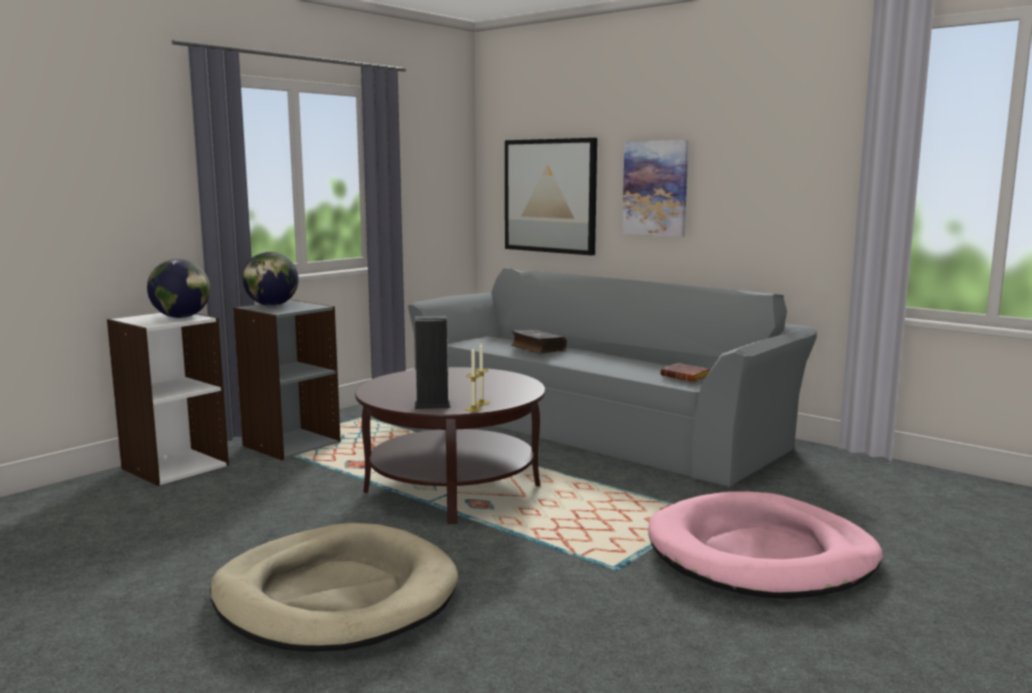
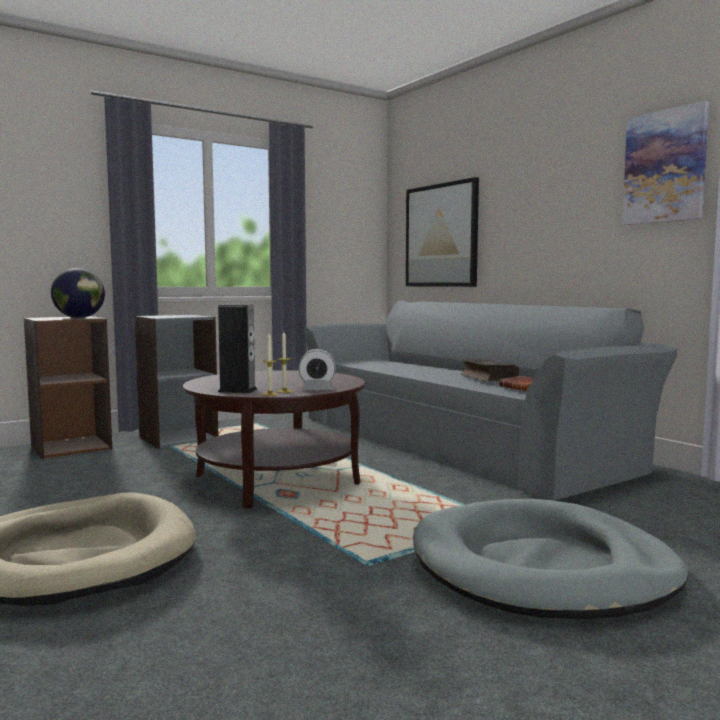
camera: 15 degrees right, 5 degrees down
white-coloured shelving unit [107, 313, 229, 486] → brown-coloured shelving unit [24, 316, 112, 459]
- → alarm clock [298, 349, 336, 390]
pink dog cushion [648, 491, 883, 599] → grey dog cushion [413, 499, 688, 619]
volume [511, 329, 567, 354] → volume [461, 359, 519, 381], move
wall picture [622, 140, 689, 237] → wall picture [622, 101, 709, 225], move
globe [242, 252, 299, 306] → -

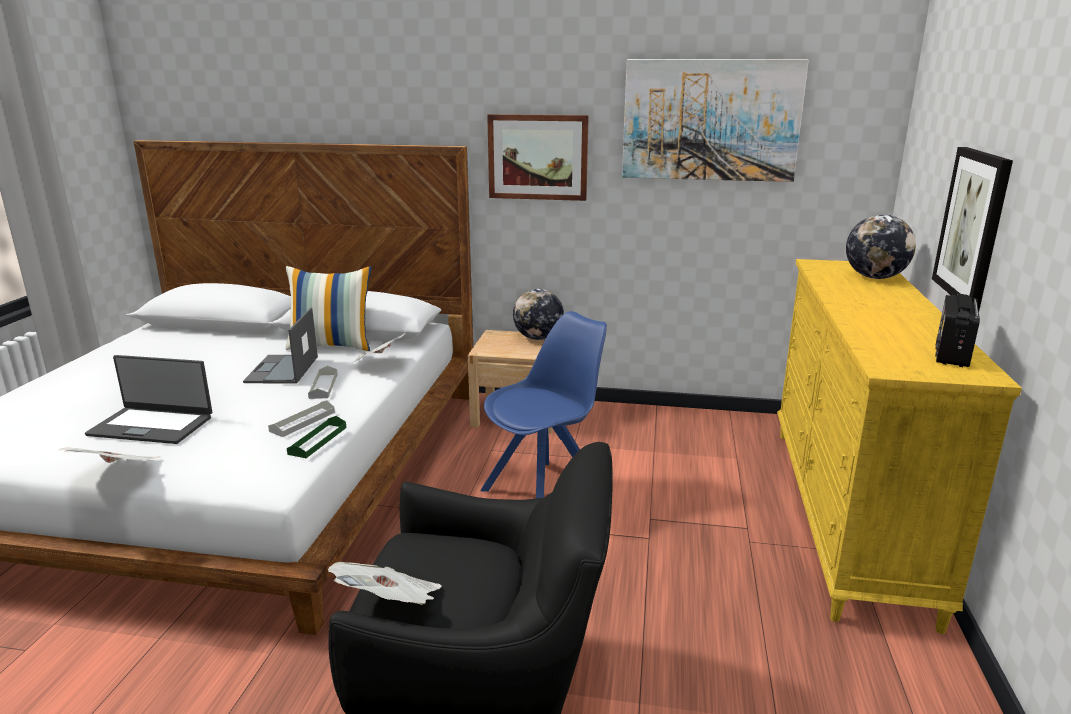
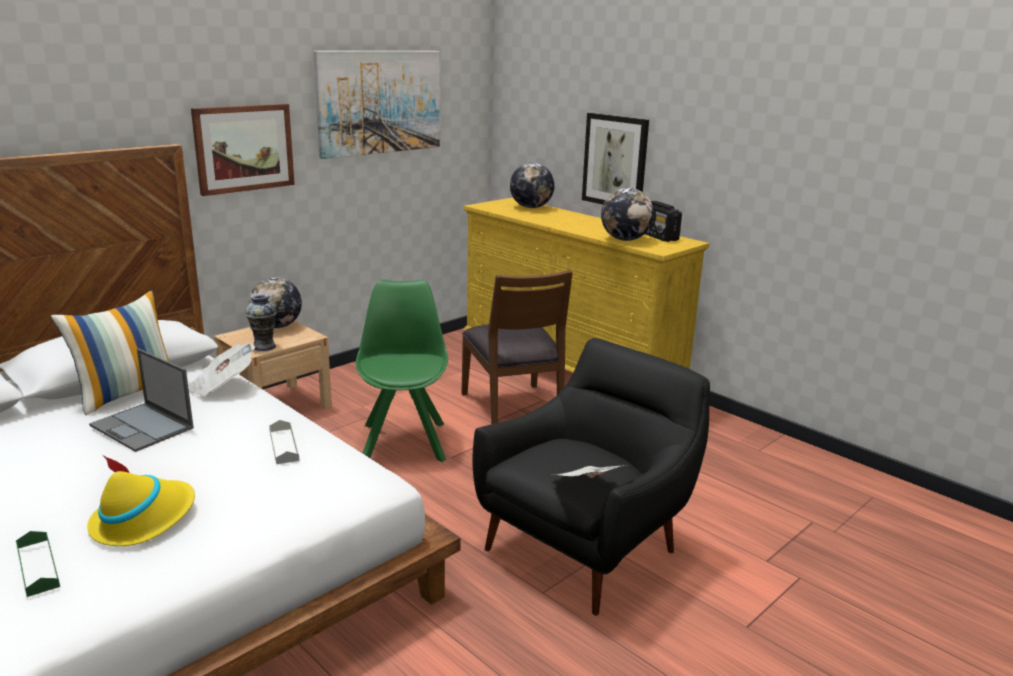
camera: 55 degrees left, 0 degrees up
green tray [287, 416, 346, 458] → green tray [16, 531, 60, 597], move
portable computer [85, 355, 212, 444] → yellow-coloured clothing hat [87, 456, 195, 546]
- → decorative vase [245, 293, 277, 351]
blue-coloured upright chair [480, 311, 607, 498] → green upright chair [355, 280, 448, 462]
- → brown-coloured upright chair [462, 270, 573, 424]
- → globe [601, 188, 654, 241]
daily paper [58, 448, 160, 463] → -
grey tray [308, 366, 338, 399] → -

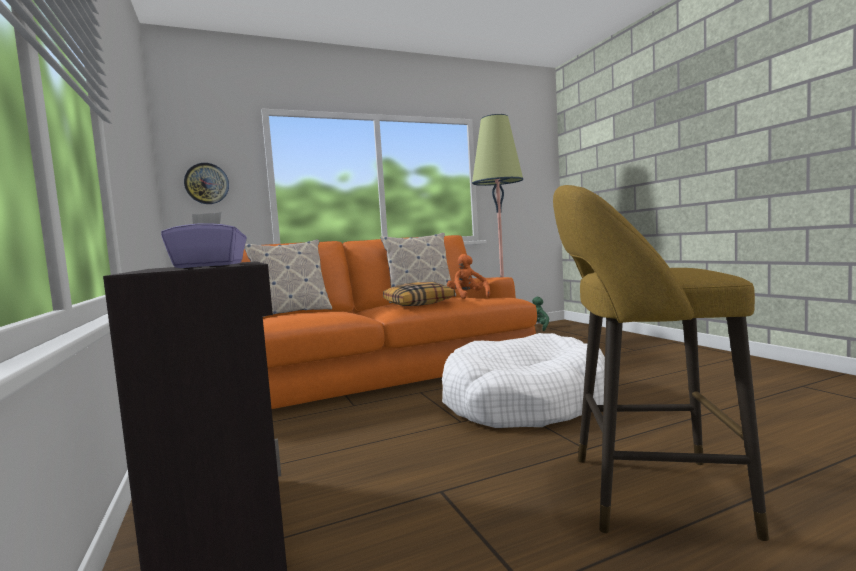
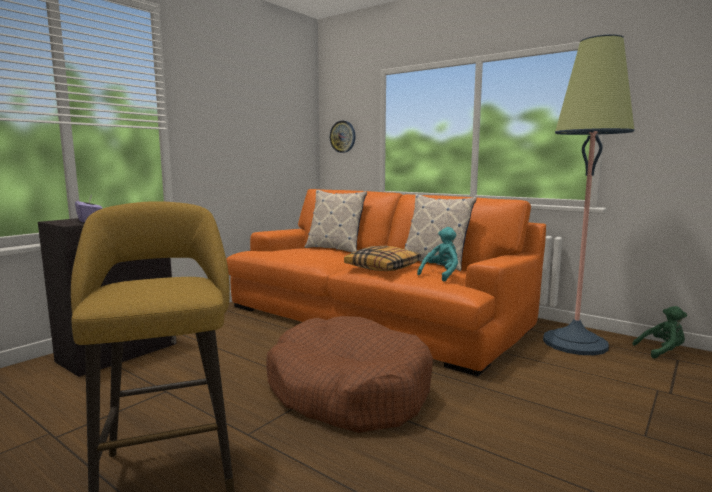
camera: 60 degrees right, 5 degrees up
white-coloured dog cushion [442, 333, 605, 428] → brown-coloured dog cushion [266, 316, 433, 433]
orange-coloured cuddly toy [447, 254, 490, 299] → turquoise-coloured cuddly toy [417, 227, 458, 281]

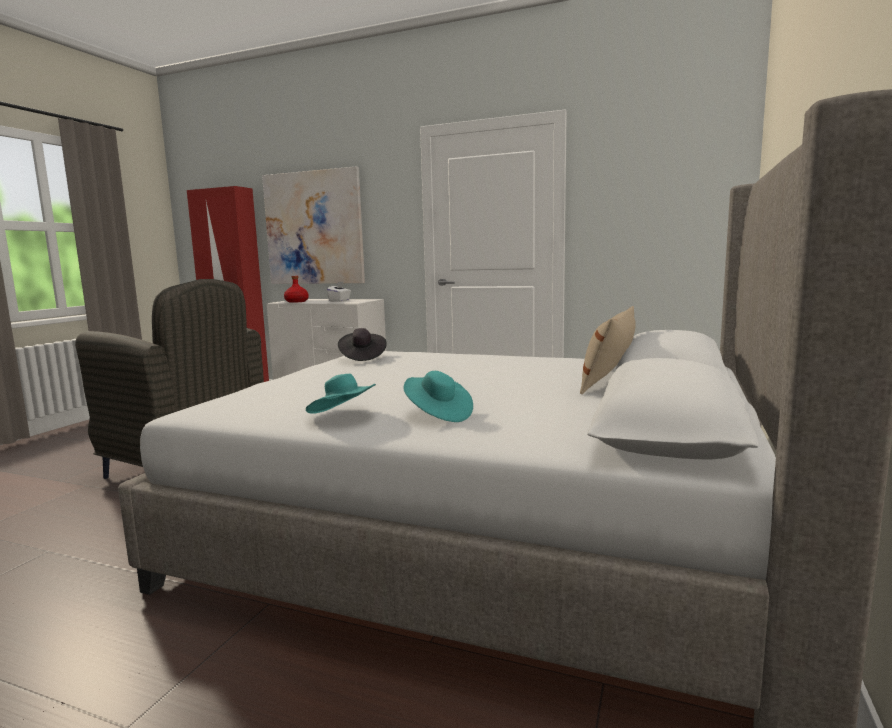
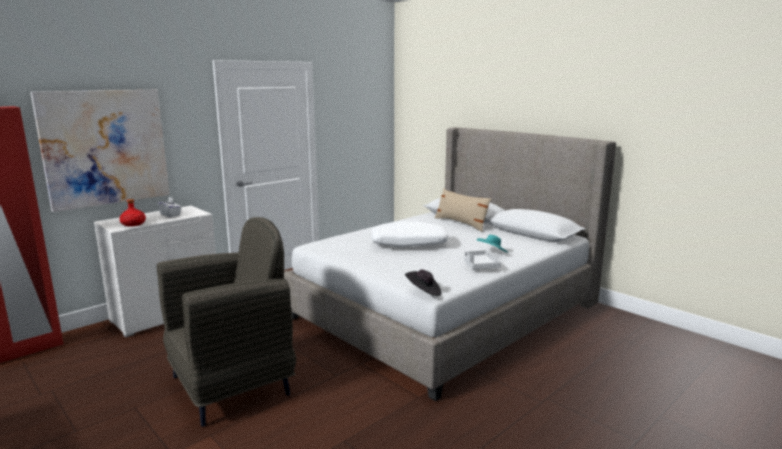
camera: 65 degrees left, 5 degrees up
- → white-coloured pillow [371, 221, 448, 247]
blackish clothing hat [338, 328, 387, 361] → blackish clothing hat [405, 270, 441, 296], move
turquoise-coloured clothing hat [306, 374, 376, 414] → grey tray [464, 250, 501, 269]

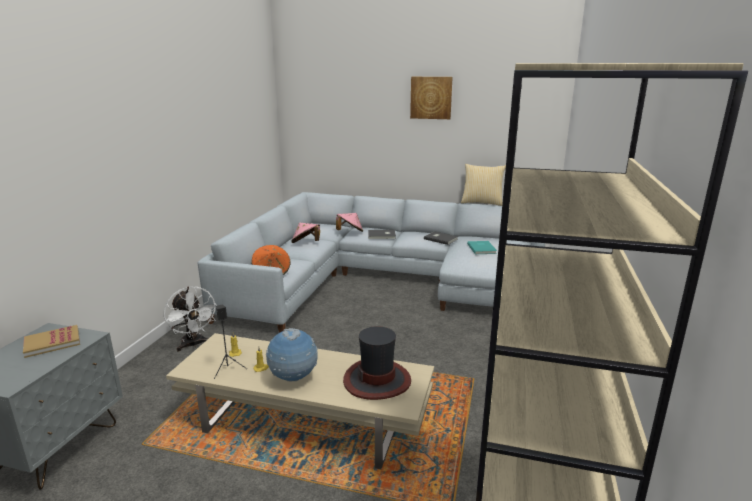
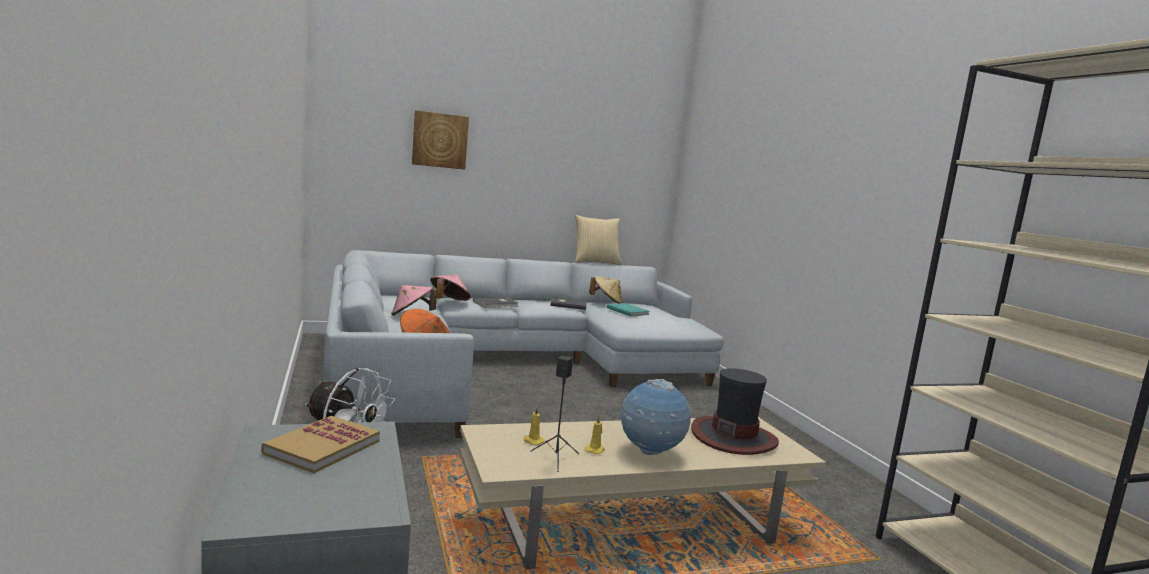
camera: 35 degrees left, 10 degrees down
wall picture [410, 77, 453, 119] → wall picture [412, 110, 469, 170], move
- → beige-coloured clothing hat [589, 276, 623, 304]

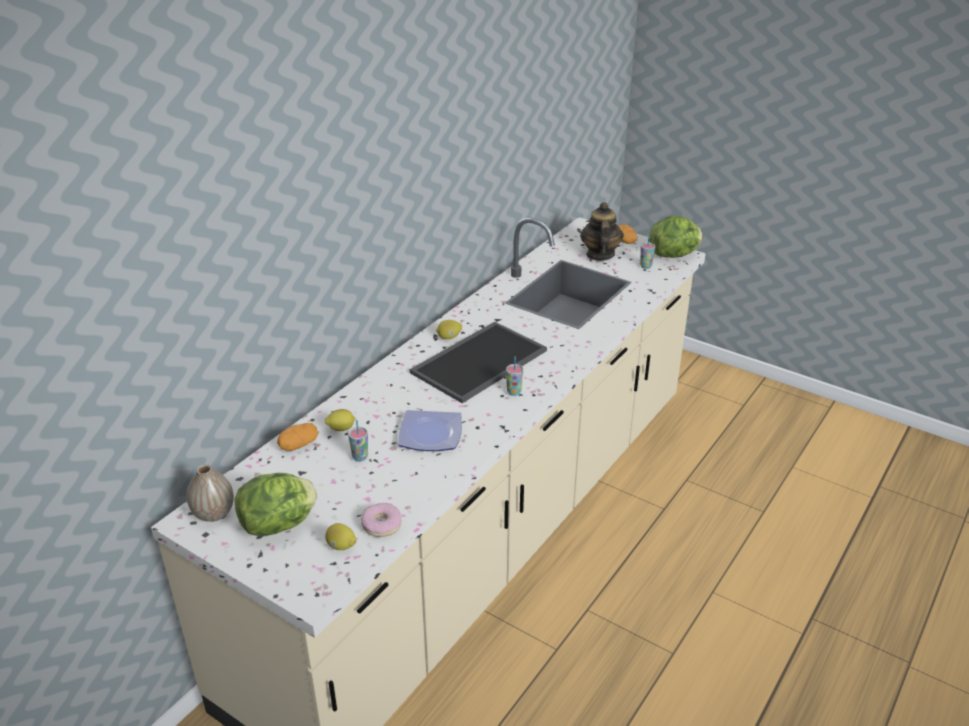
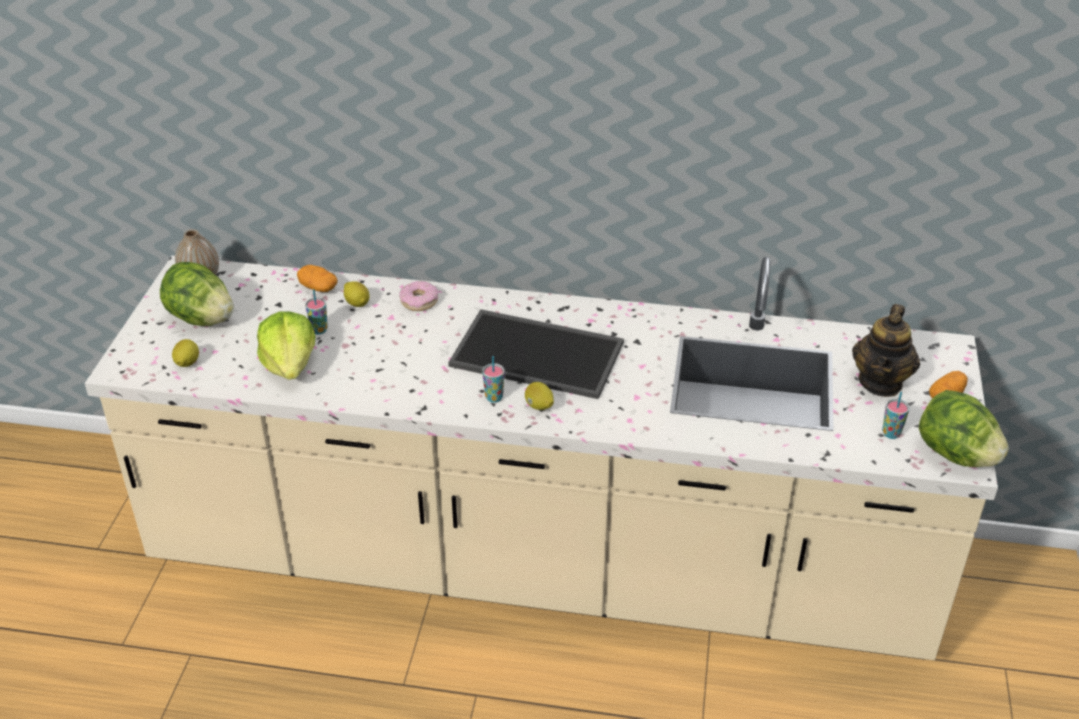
camera: 65 degrees right, 5 degrees up
- → lettuce head [257, 311, 315, 380]
doughnut [361, 503, 401, 537] → doughnut [399, 281, 438, 311], move
whole lemon [436, 320, 462, 340] → whole lemon [525, 382, 554, 410], move
tea pot [580, 202, 624, 261] → tea pot [852, 304, 920, 397], 135 degrees clockwise
plate [398, 410, 462, 451] → -

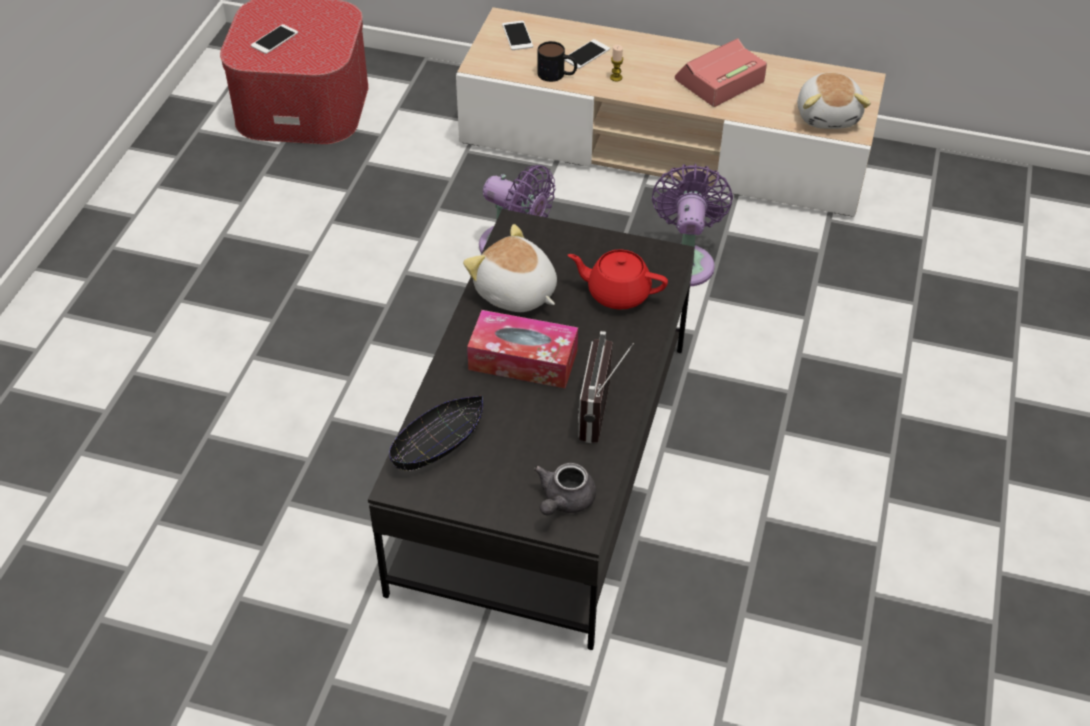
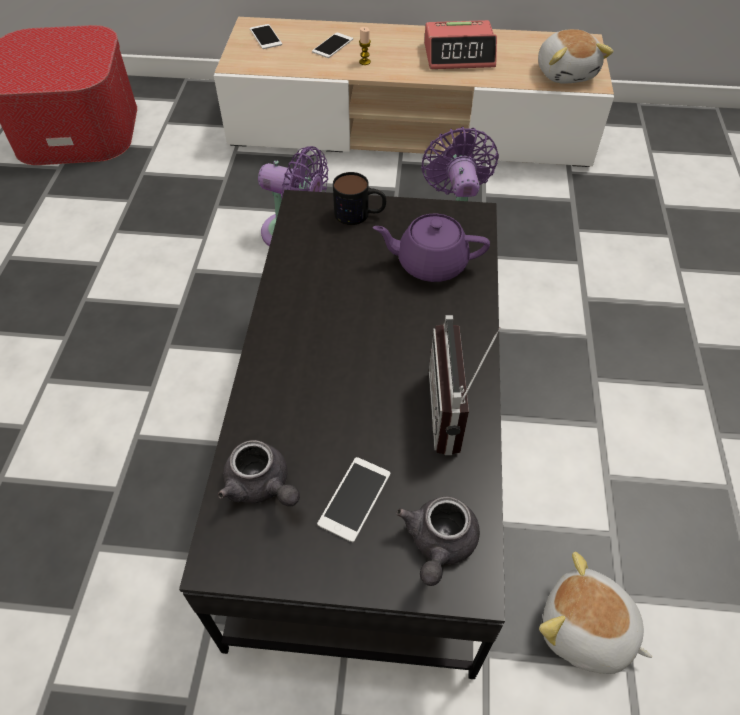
camera: 10 degrees left, 5 degrees up
blackish bowl [389, 396, 483, 471] → grey tea pot [218, 440, 300, 506]
phone [251, 24, 298, 54] → phone [317, 457, 390, 542], move
coffee mug [538, 41, 577, 82] → coffee mug [333, 172, 386, 225], move
red tea pot [568, 249, 668, 310] → purple-coloured tea pot [373, 214, 490, 282]
alarm clock [675, 38, 767, 107] → alarm clock [424, 20, 497, 69], 135 degrees counterclockwise
cuddly toy [463, 224, 557, 312] → cuddly toy [539, 552, 652, 674], move
tissue box [467, 310, 578, 388] → -

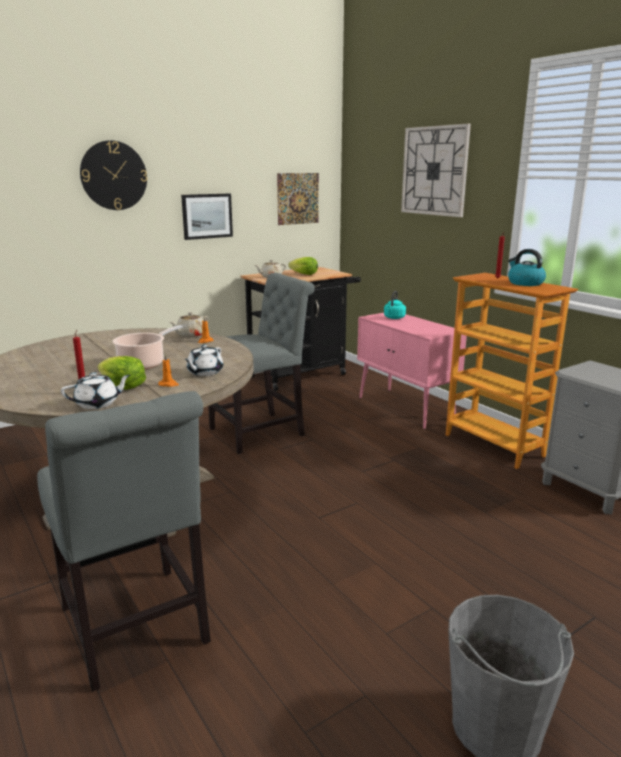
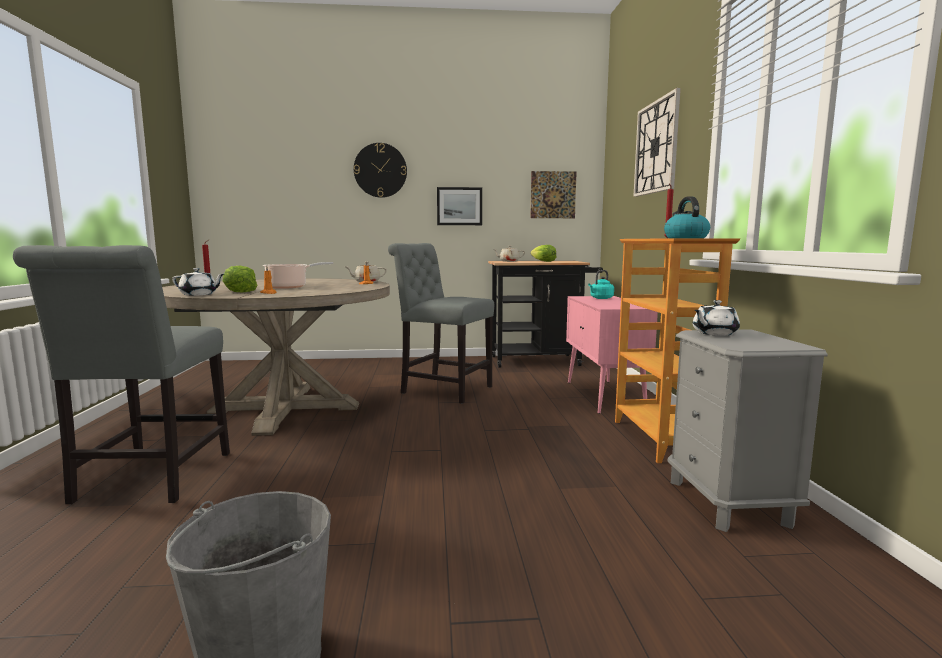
camera: 30 degrees right, 10 degrees down
grey upright chair [208, 273, 315, 454] → grey upright chair [388, 243, 494, 404], 150 degrees counterclockwise
white-coloured tea pot [184, 345, 223, 376] → white-coloured tea pot [693, 300, 740, 336], move

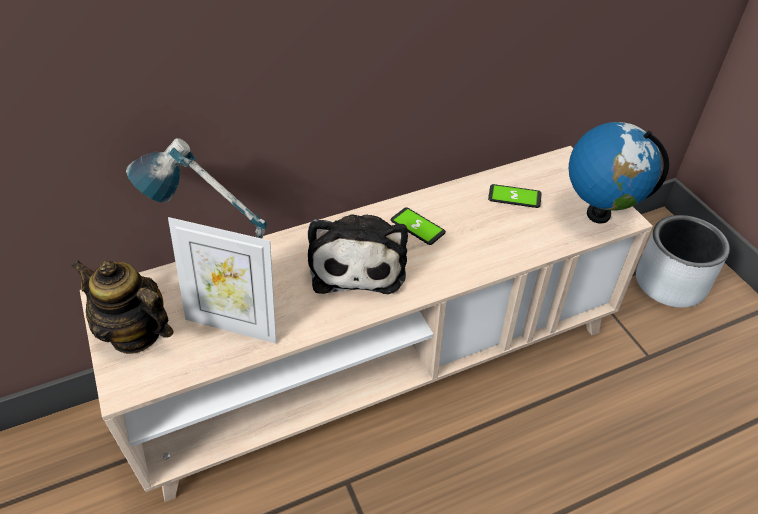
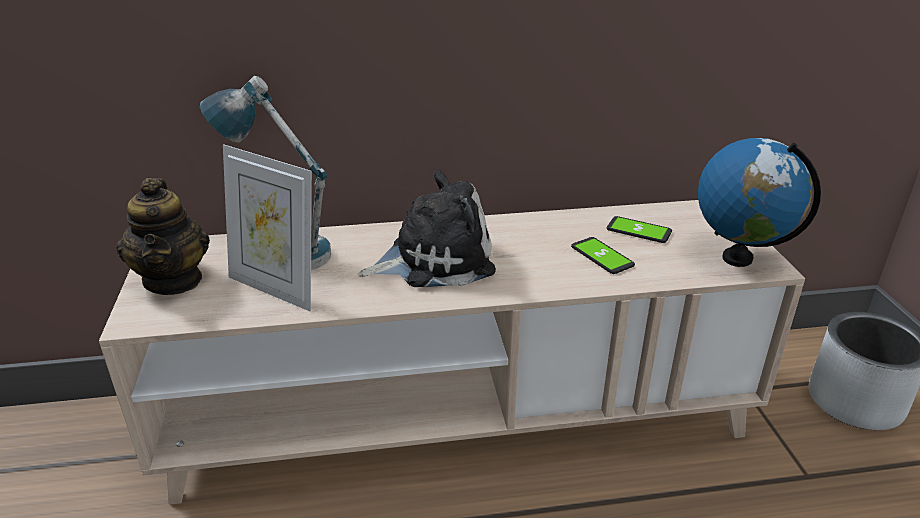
camera: 15 degrees right, 15 degrees down
tea pot [71, 260, 173, 354] → tea pot [116, 178, 210, 295], 150 degrees counterclockwise
cuddly toy [308, 214, 408, 294] → cuddly toy [358, 170, 496, 287], 120 degrees counterclockwise
phone [391, 207, 446, 245] → phone [571, 237, 635, 274], move

